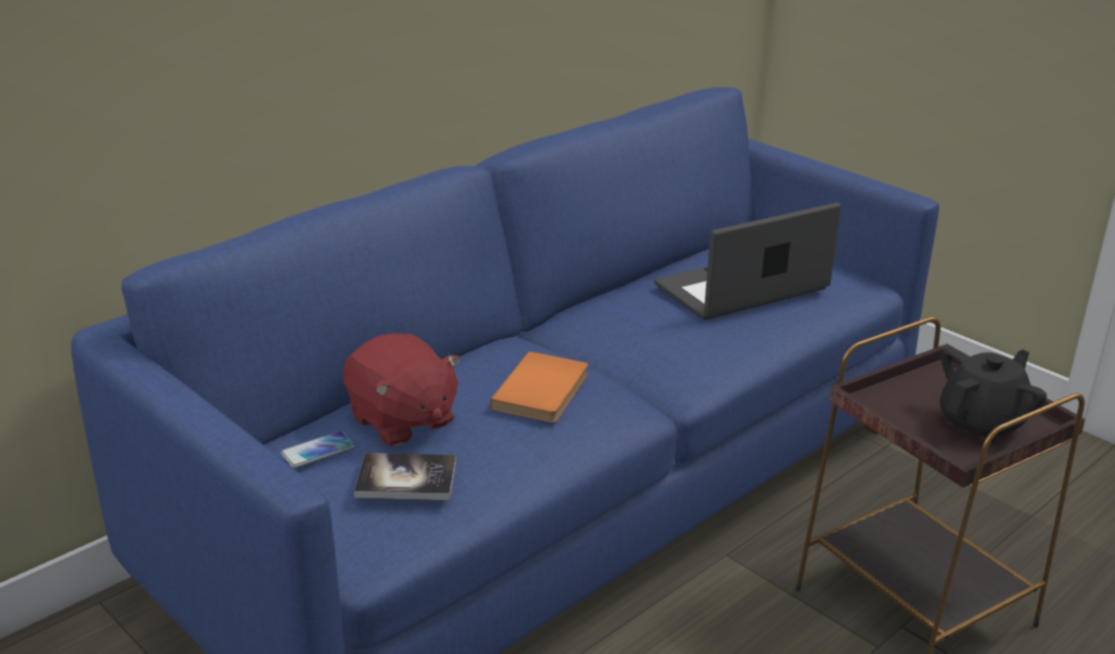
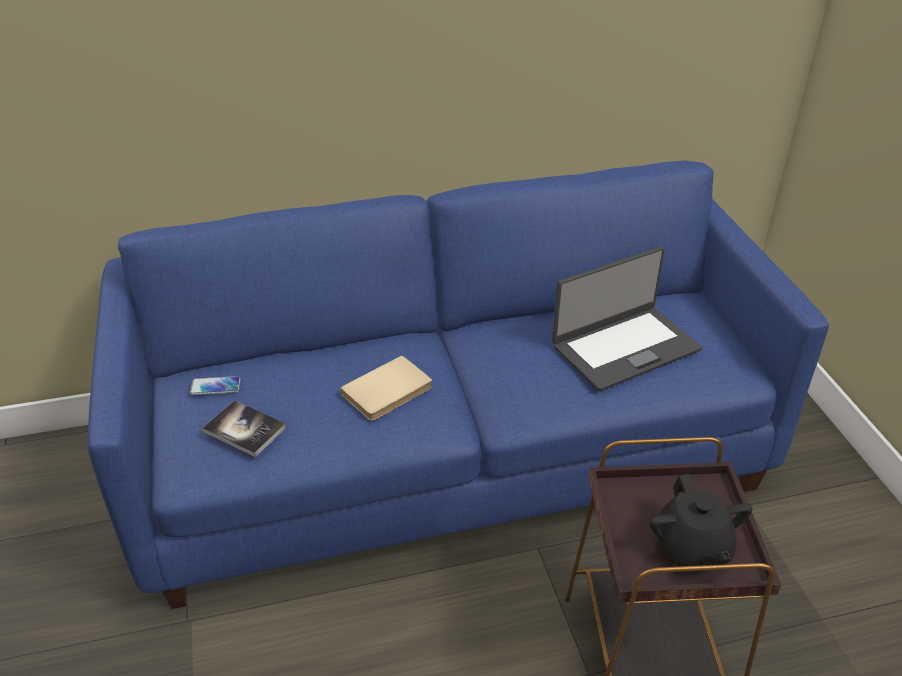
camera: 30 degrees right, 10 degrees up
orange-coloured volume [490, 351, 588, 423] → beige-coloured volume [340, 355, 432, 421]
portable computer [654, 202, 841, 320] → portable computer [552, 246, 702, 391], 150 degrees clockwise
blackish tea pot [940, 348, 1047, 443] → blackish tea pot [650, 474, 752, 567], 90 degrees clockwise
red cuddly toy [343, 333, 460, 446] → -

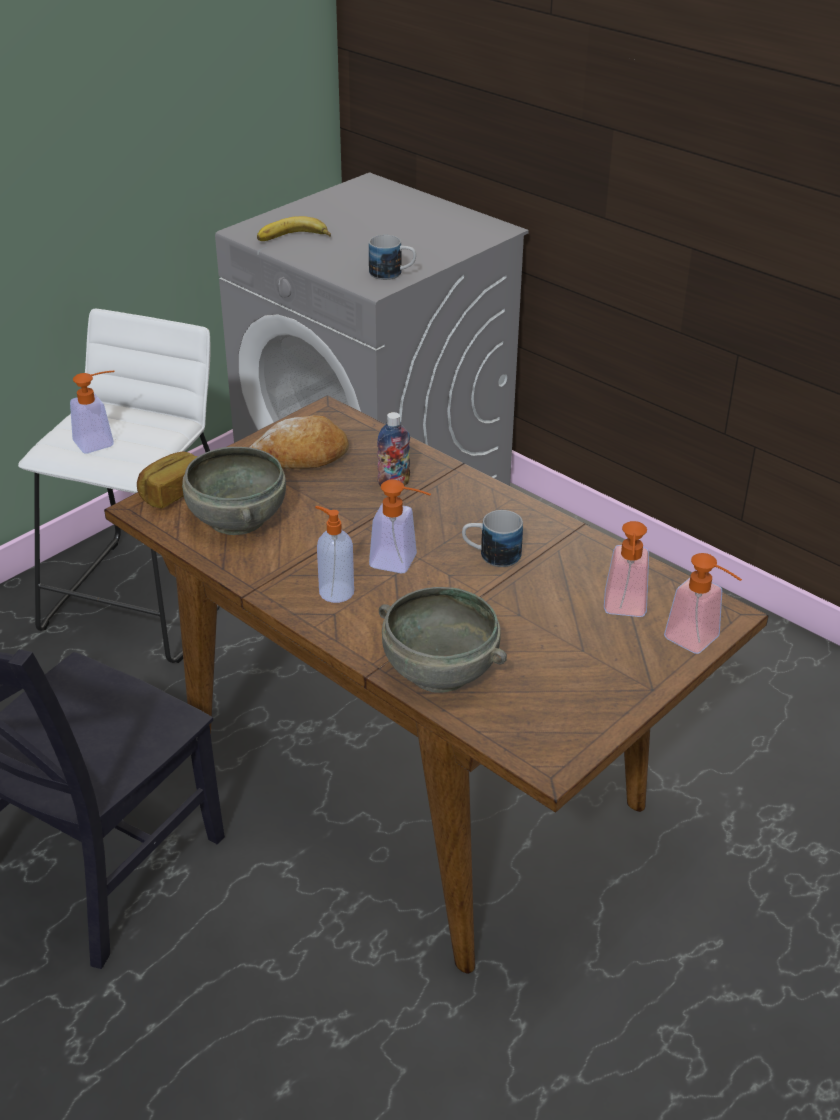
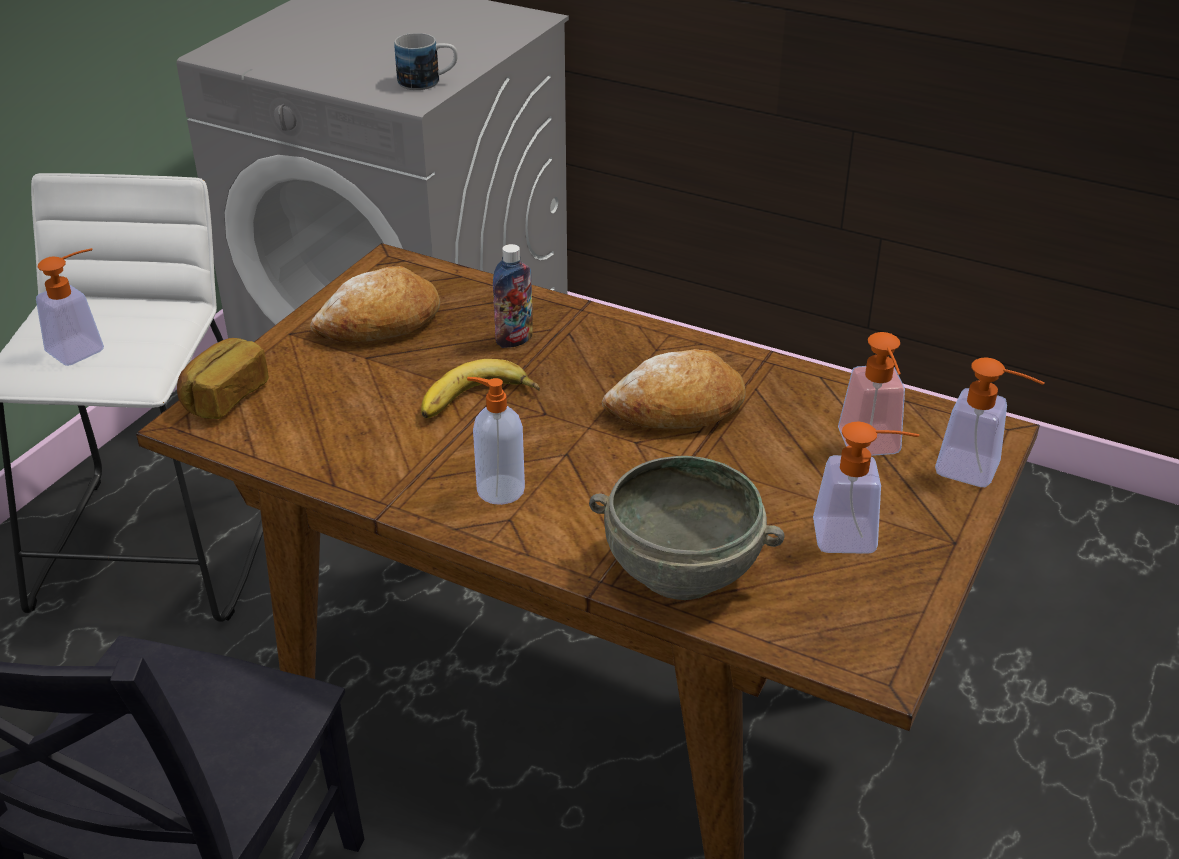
camera: 15 degrees left, 0 degrees up
whole banana [257, 216, 331, 241] → whole banana [421, 359, 540, 418], move
coffee mug [462, 510, 523, 567] → bakery bread [602, 349, 746, 429]
liquid soap bottle [369, 480, 431, 573] → liquid soap bottle [813, 421, 919, 554], move
grey bowl [182, 447, 286, 535] → -

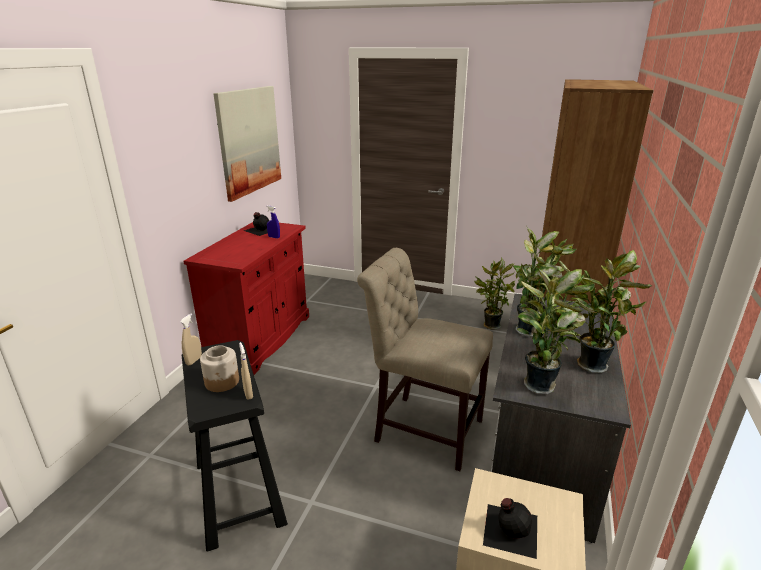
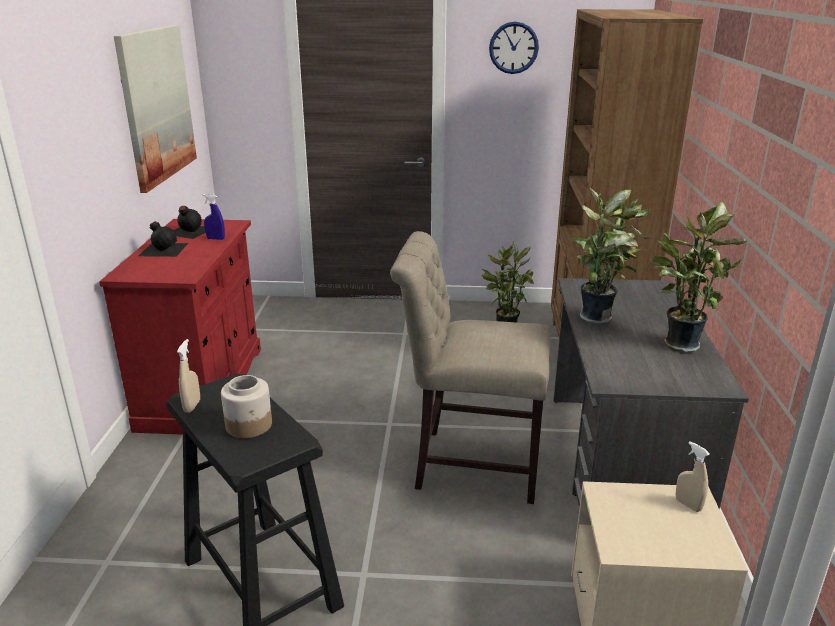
camera: 15 degrees left, 0 degrees up
blackish beverage bottle [483, 498, 537, 559] → blackish beverage bottle [139, 221, 188, 257], move
- → hanging clock [489, 22, 539, 74]
beige-coloured spray bottle [239, 342, 253, 400] → beige-coloured spray bottle [676, 441, 710, 512], move
houseplant [517, 268, 597, 394] → -

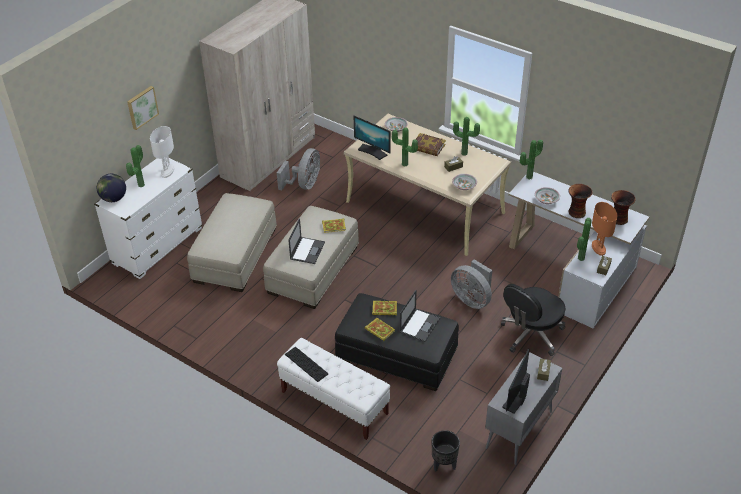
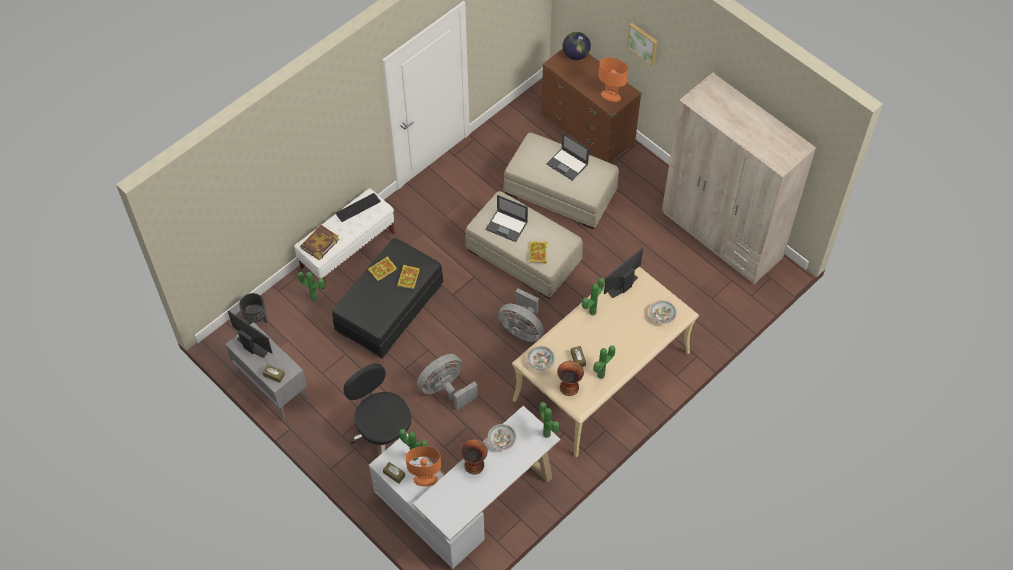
camera: 100 degrees right, 15 degrees up
houseplant [126, 145, 145, 187] → houseplant [298, 272, 325, 302], move
volume [411, 133, 446, 156] → volume [300, 225, 339, 261], move
grey fan [277, 148, 320, 190] → grey fan [498, 288, 544, 342], move
white-coloured drawer chest [94, 158, 202, 279] → brown-coloured drawer chest [541, 49, 642, 163]
portable computer [399, 290, 440, 342] → portable computer [547, 132, 589, 181], move
decorative vase [611, 190, 635, 225] → decorative vase [557, 361, 584, 396], move
white-coloured table lamp [150, 126, 174, 178] → orange-coloured table lamp [599, 57, 628, 102]

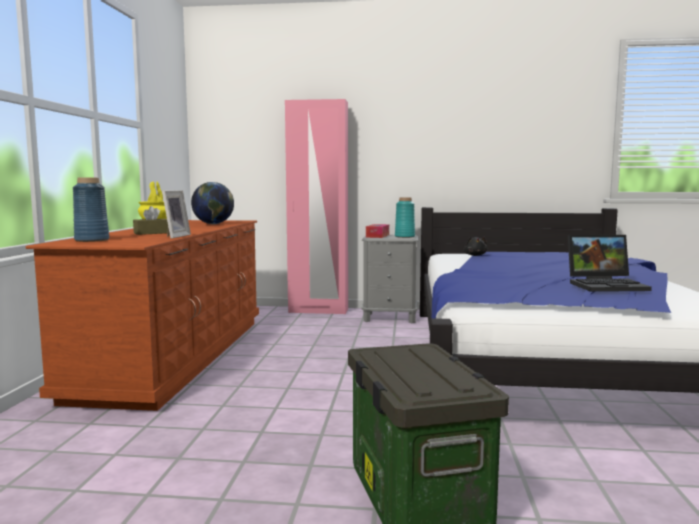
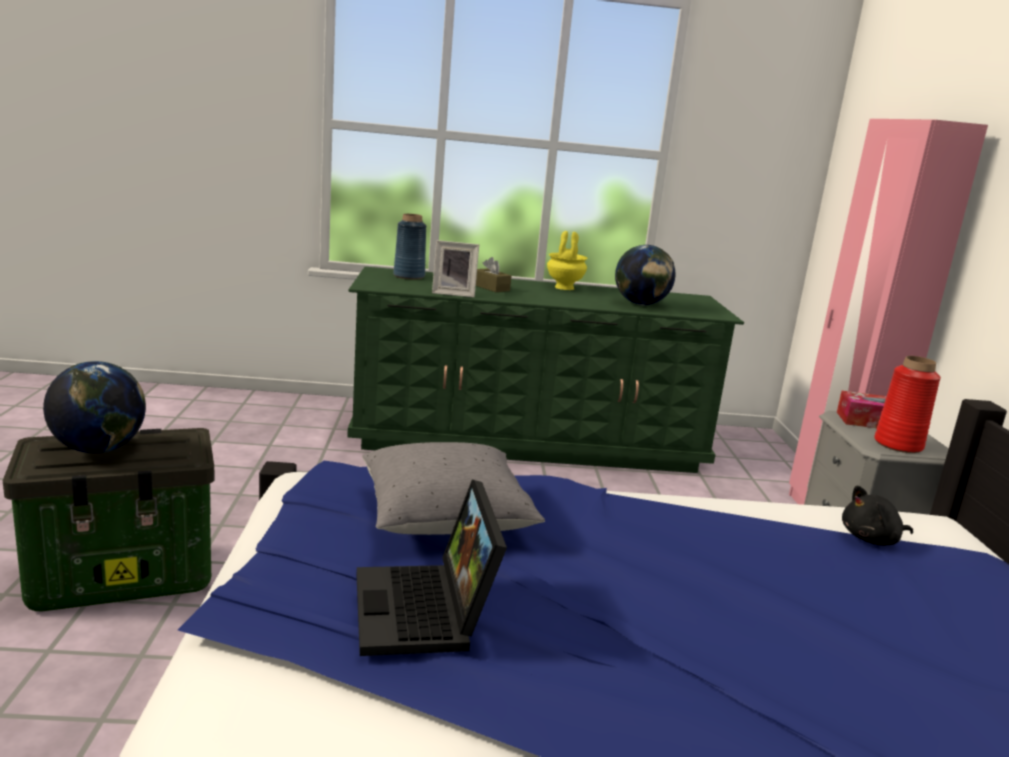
camera: 80 degrees right, 10 degrees up
- → globe [43, 361, 146, 453]
brown-coloured drawer chest [26, 220, 259, 411] → green drawer chest [347, 267, 744, 473]
- → grey pillow [362, 442, 545, 535]
turquoise-coloured decorative vase [395, 197, 415, 238] → red decorative vase [874, 356, 941, 453]

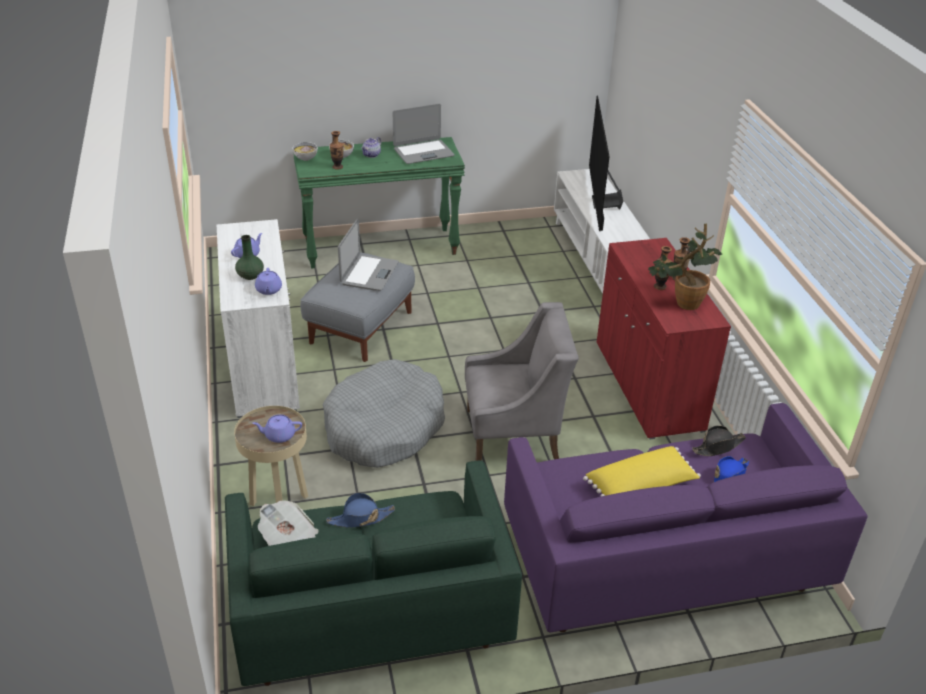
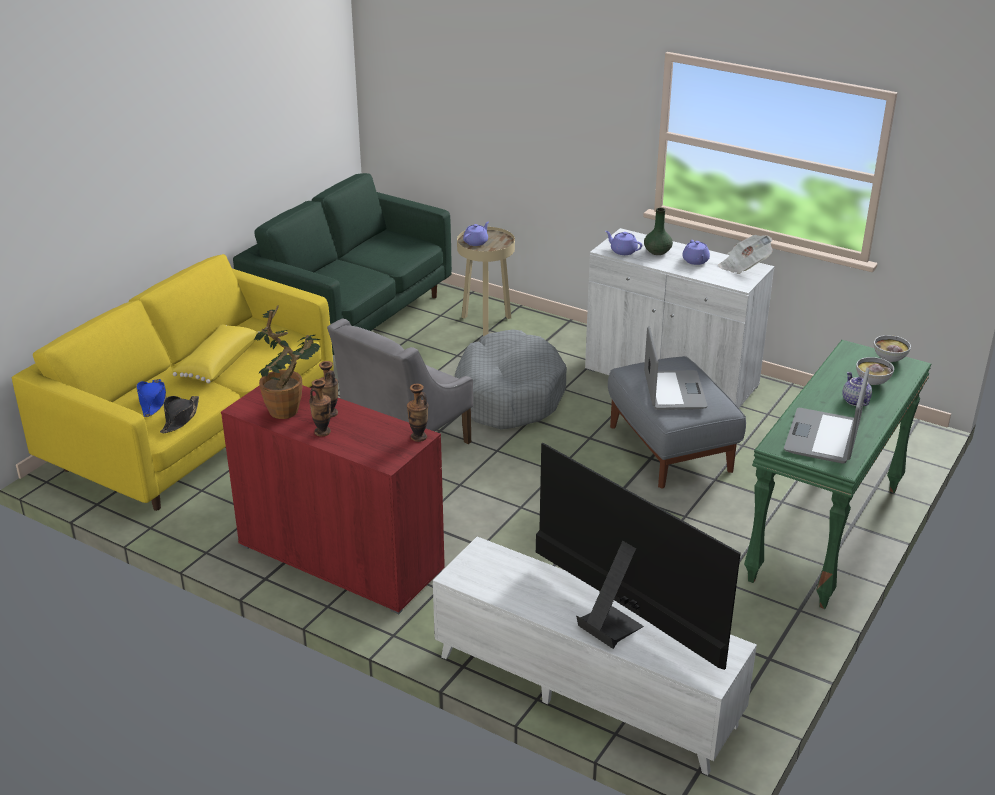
camera: 135 degrees right, 5 degrees down
purple-coloured sofa [504, 403, 868, 632] → yellow-coloured sofa [12, 254, 333, 511]
decorative vase [330, 131, 343, 170] → decorative vase [407, 384, 428, 442], move
portable computer [338, 219, 399, 291] → portable computer [644, 327, 708, 410], 150 degrees counterclockwise
daily paper [258, 500, 319, 546] → daily paper [719, 235, 773, 274], move
blue-coloured clothing hat [326, 492, 395, 528] → -

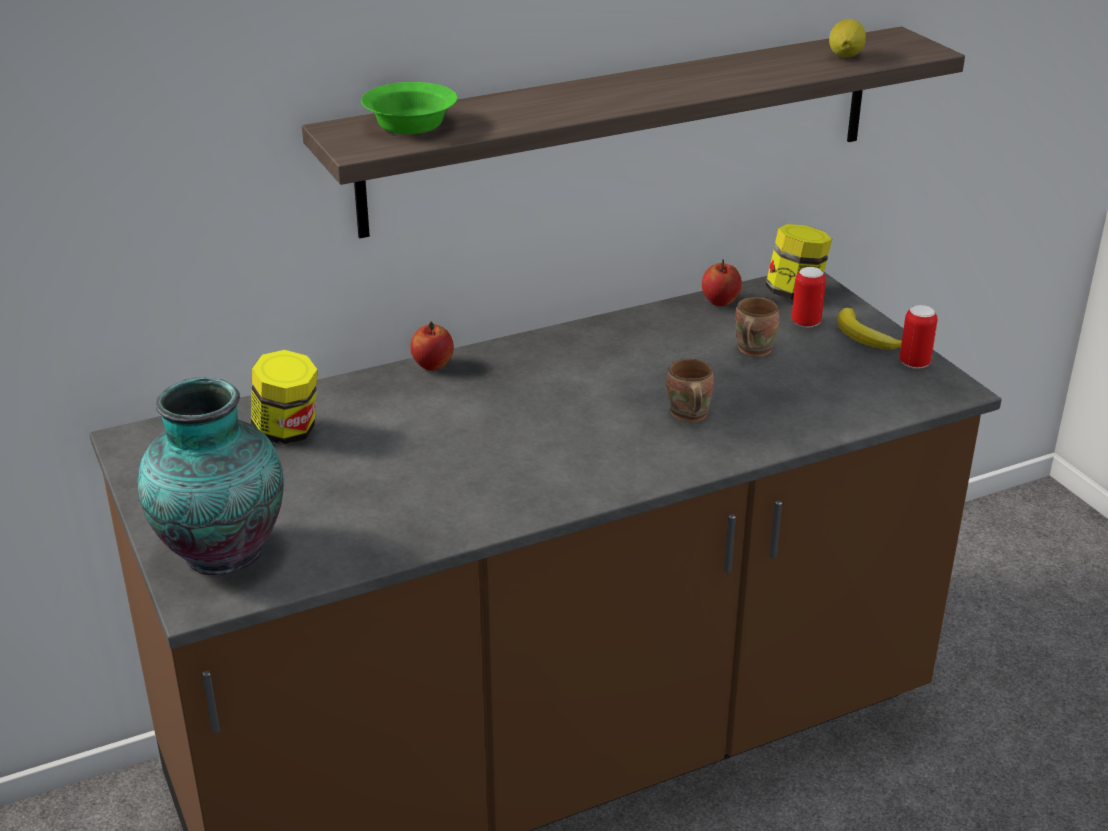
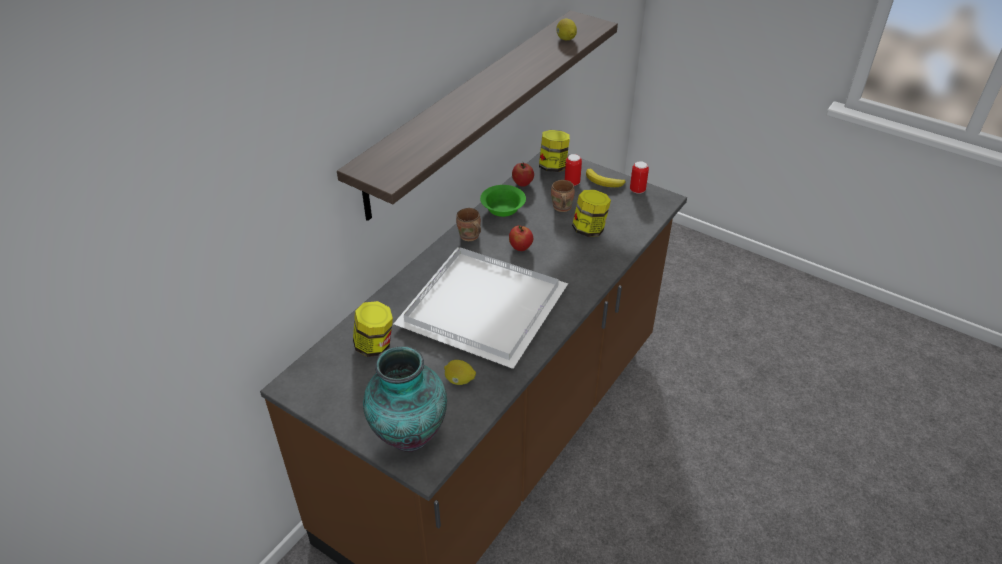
camera: 30 degrees left, 10 degrees up
- → white-coloured tray [394, 247, 568, 369]
- → whole lemon [444, 360, 476, 385]
brown-coloured coffee mug [667, 358, 714, 422] → brown-coloured coffee mug [456, 208, 481, 241], move
green bowl [361, 82, 457, 134] → green bowl [480, 185, 526, 217], move
whole apple [410, 322, 454, 371] → whole apple [509, 226, 533, 251], move
- → storage jar [572, 190, 611, 237]

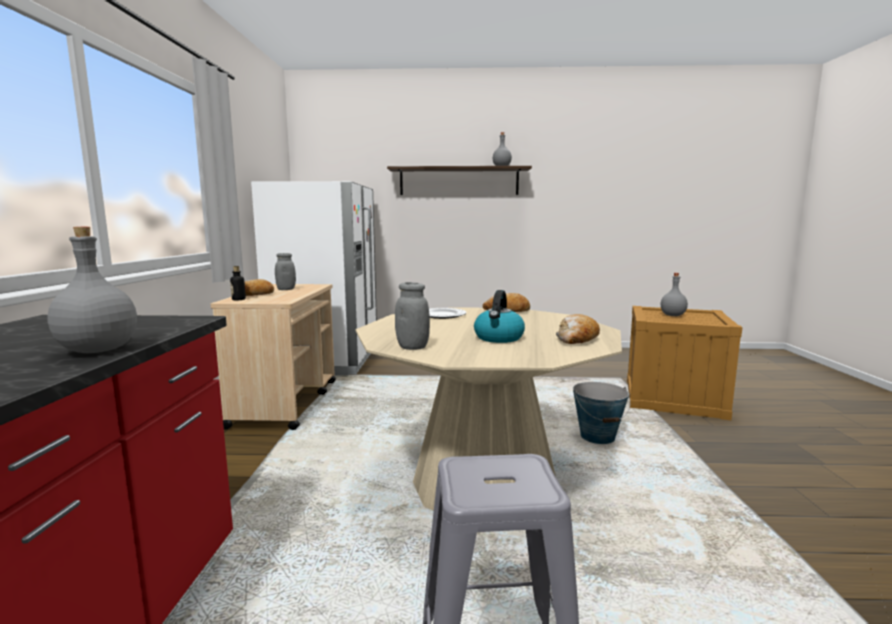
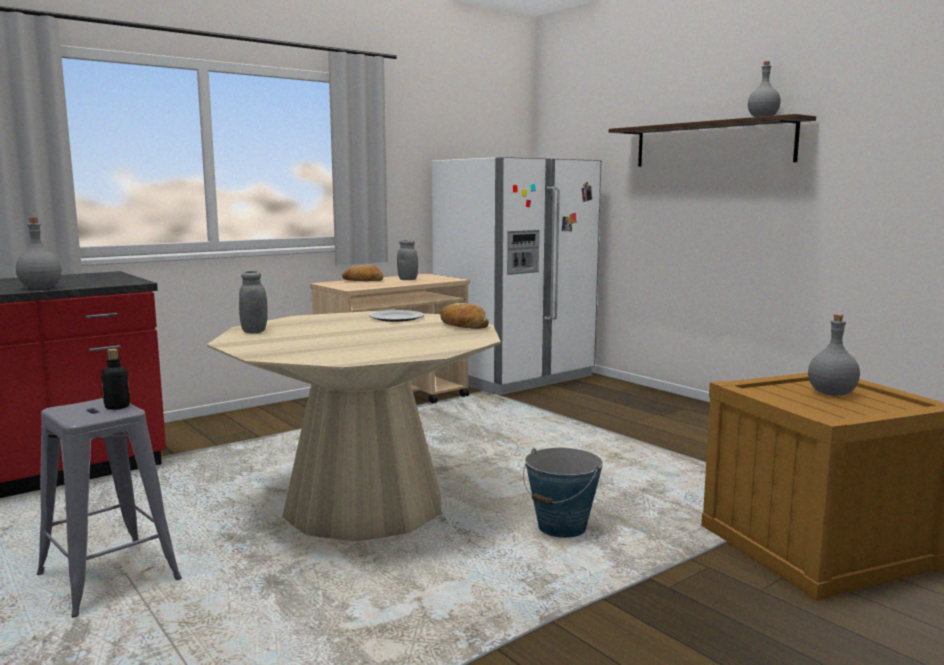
camera: 50 degrees right, 0 degrees up
beverage bottle [230, 266, 246, 300] → beverage bottle [101, 349, 130, 410], move
kettle [474, 290, 525, 343] → -
bakery bread [556, 314, 600, 344] → -

